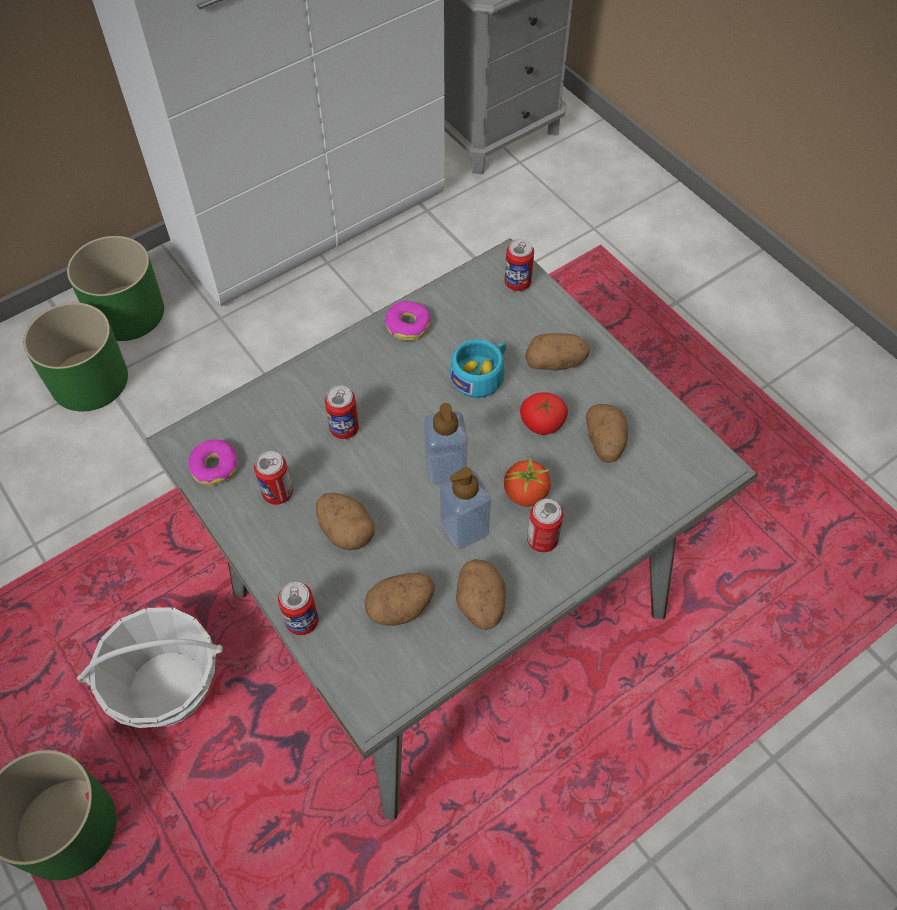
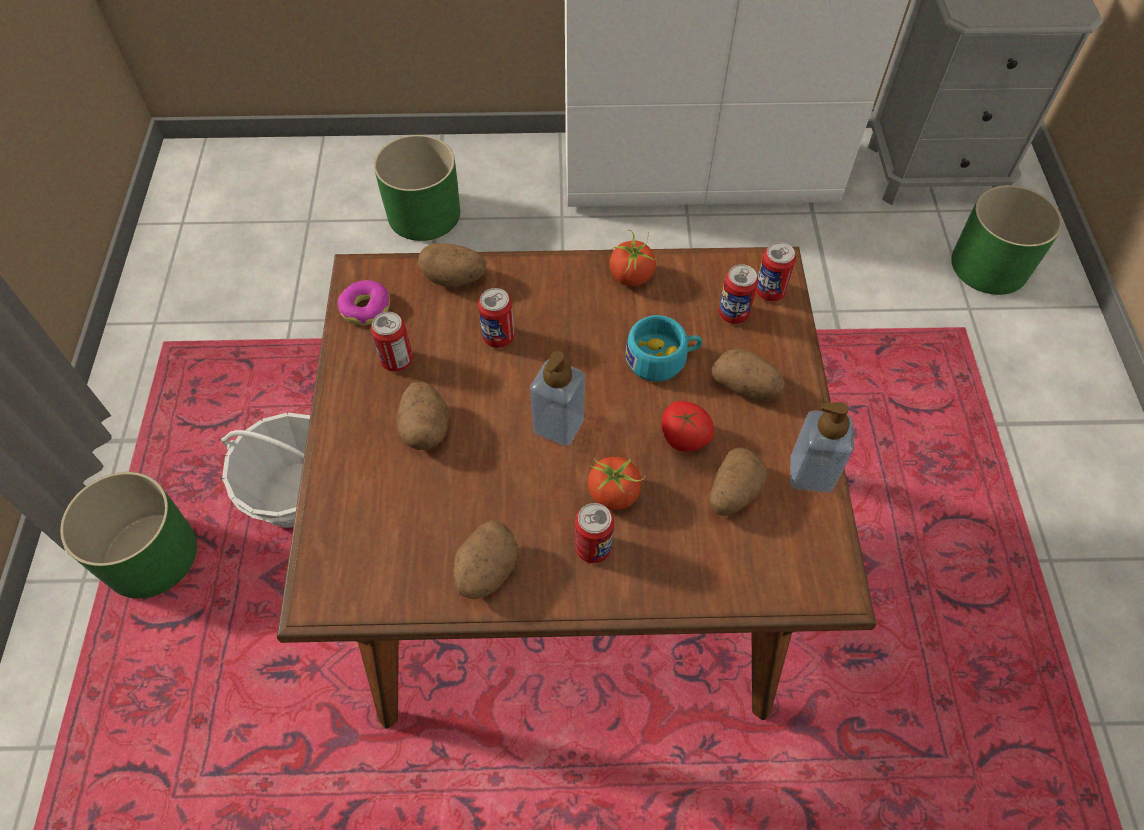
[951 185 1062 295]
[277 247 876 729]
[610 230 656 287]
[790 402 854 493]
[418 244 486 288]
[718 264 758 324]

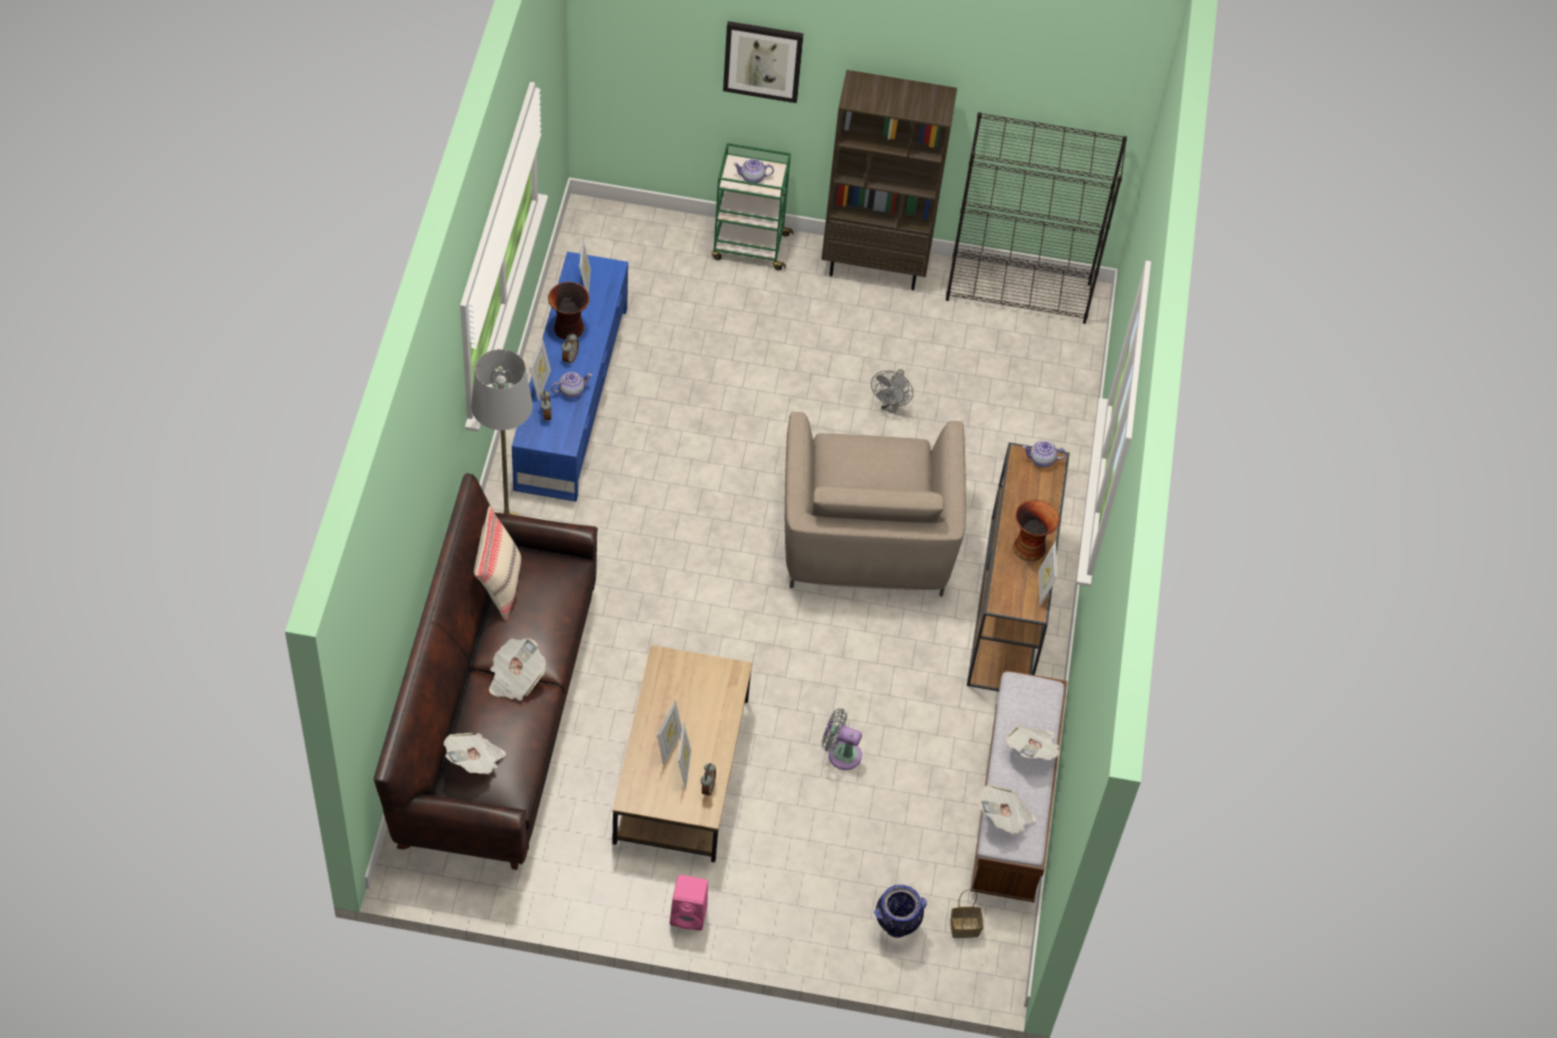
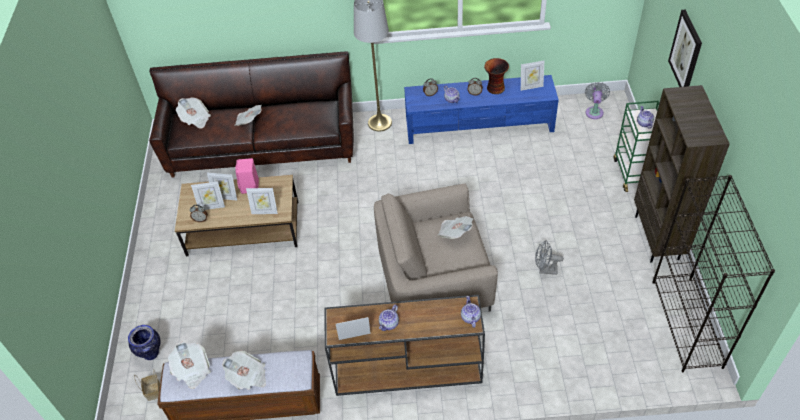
[246 188 278 214]
[379 304 399 331]
[474 506 521 621] (first image)
[585 82 610 119]
[236 158 259 194]
[438 216 473 239]

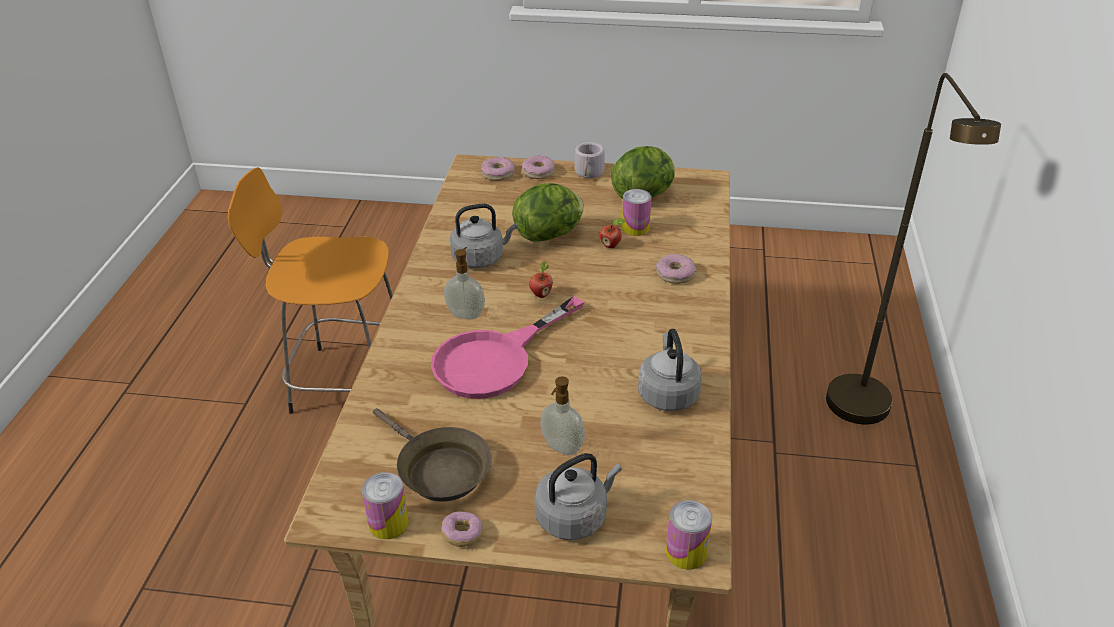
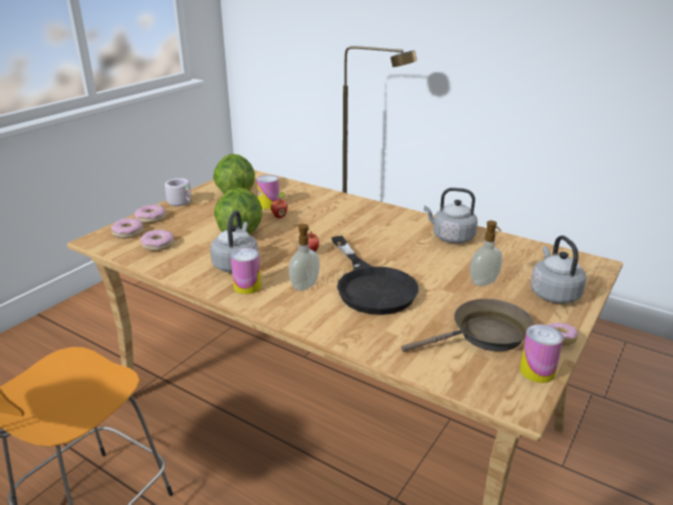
[141 229 174 251]
[331 236 419 315]
[231 248 261 294]

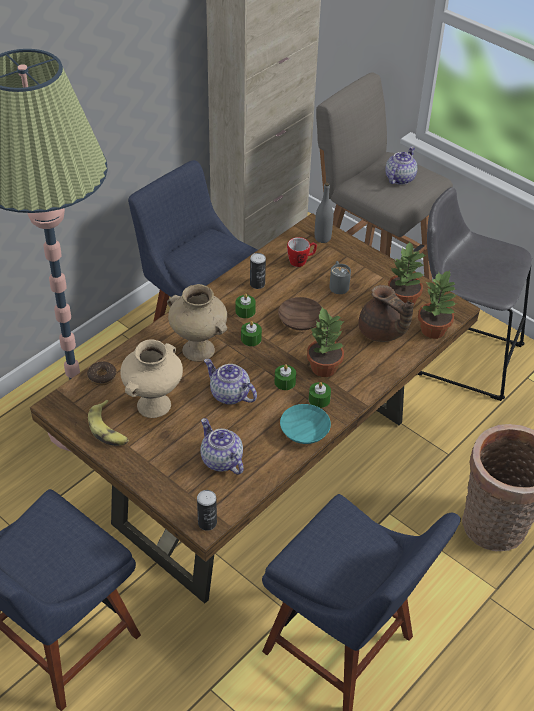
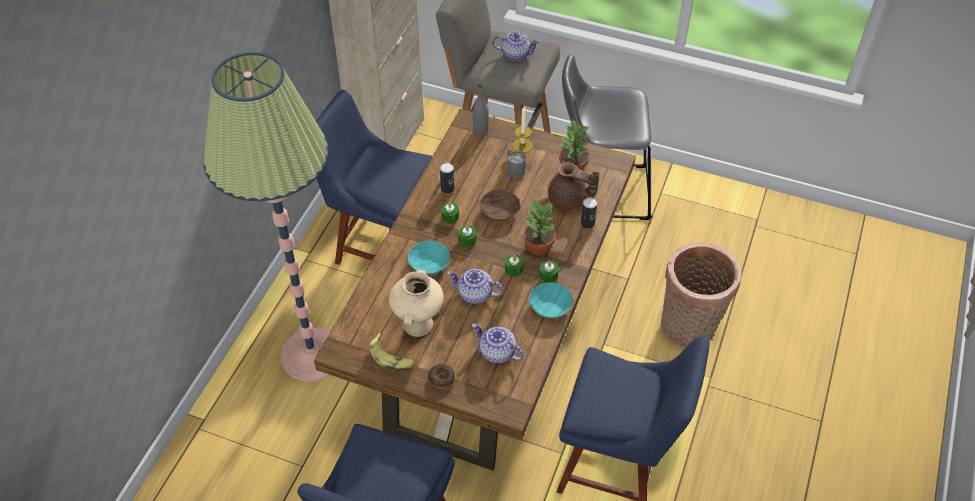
[492 31 540 61]
[287 237 317 267] (first image)
[418 270 458 339] (first image)
[408 241 450 275]
[428 364 455 389]
[581 197 597 229]
[513 106 533 153]

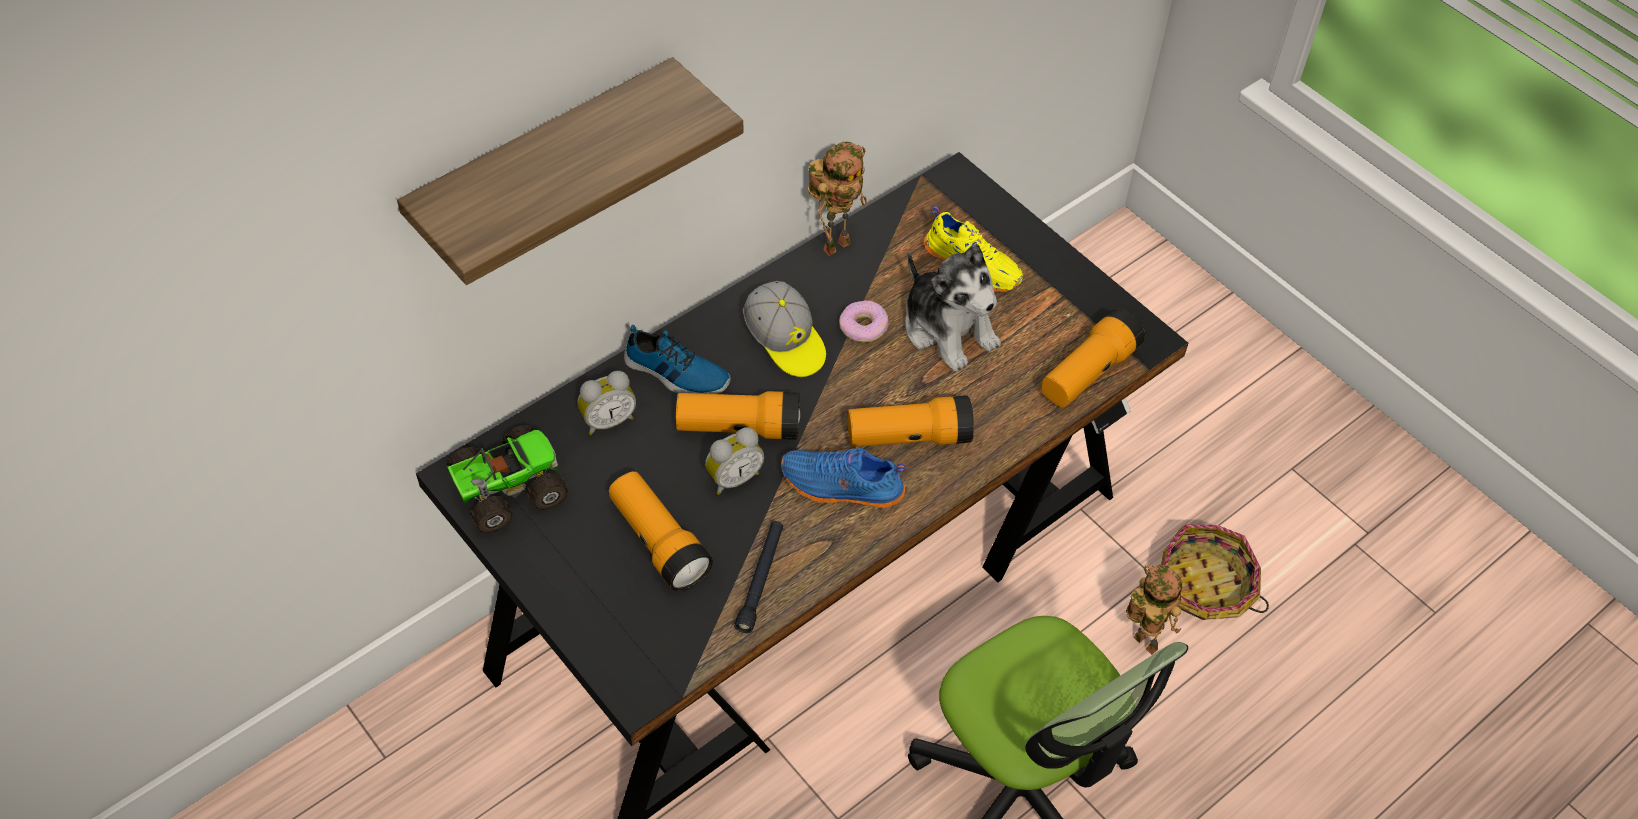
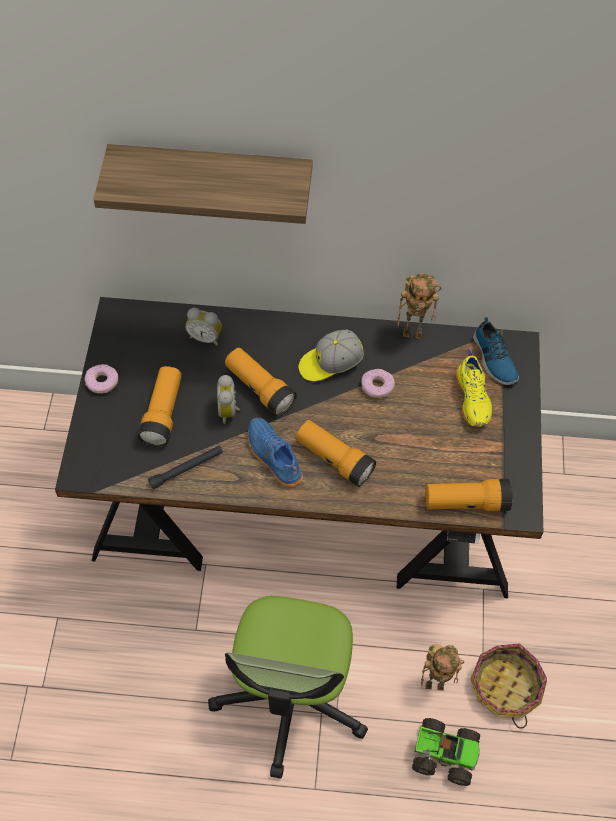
[905 243 1001 371] (first image)
[299 330 364 382]
[473 317 519 385]
[412 718 480 786]
[217 375 240 424]
[421 644 464 691]
[85 364 118 394]

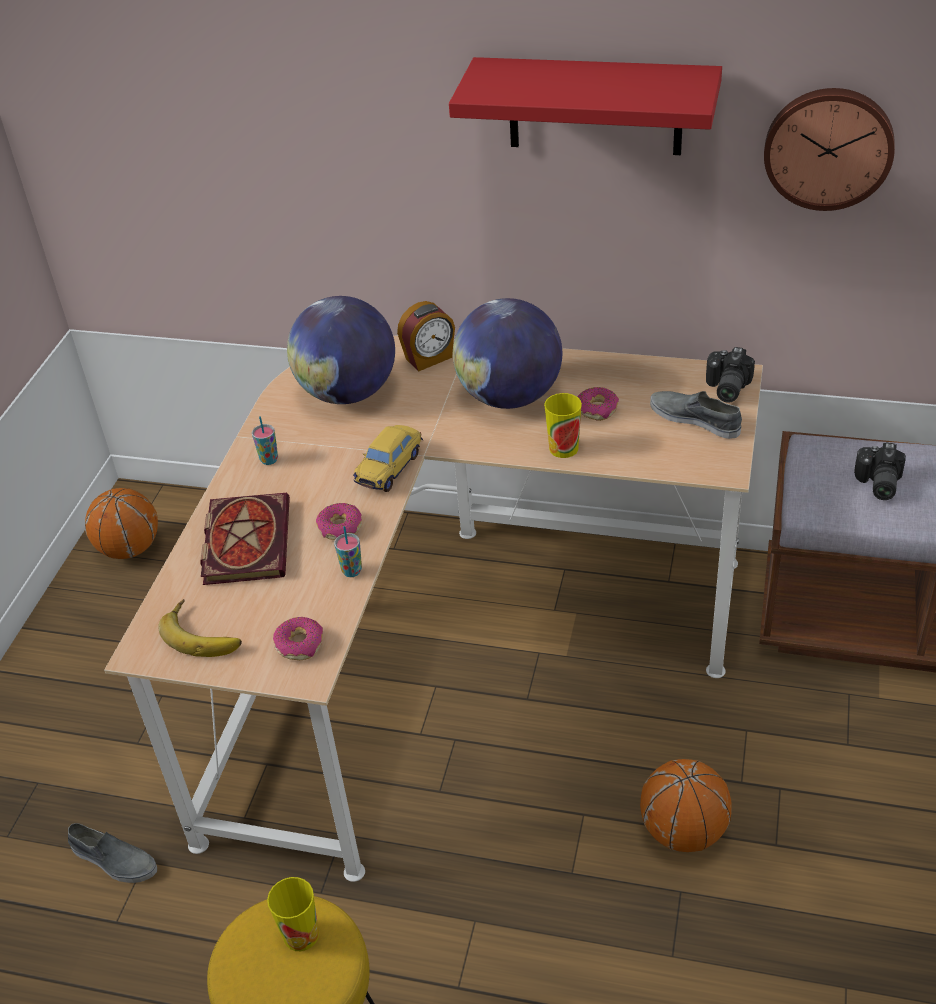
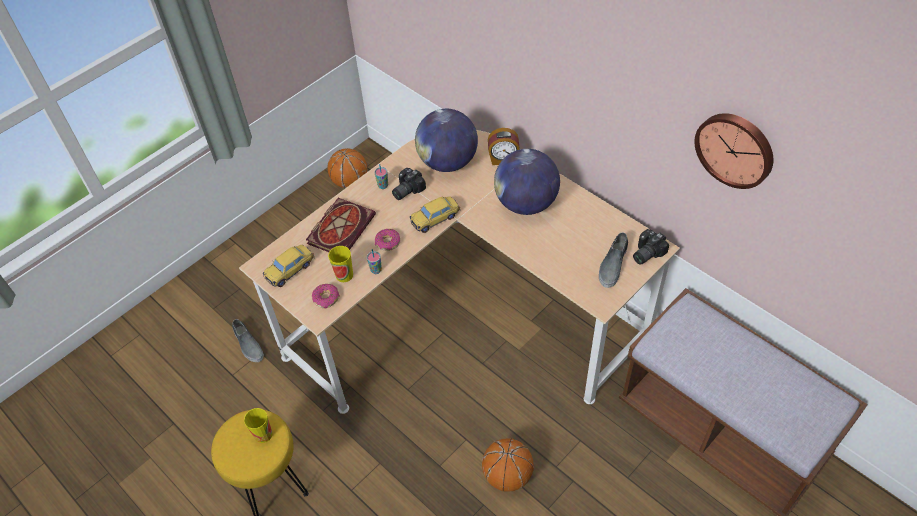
[449 57 722 155] (first image)
[578 387 619 421] (first image)
[599 232 628 288]
[328 246 353 282]
[392 168 426 200]
[263 245 315 287]

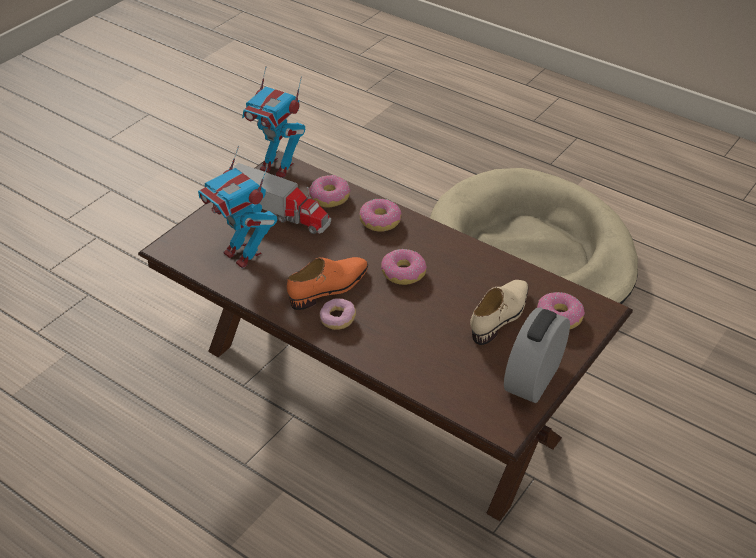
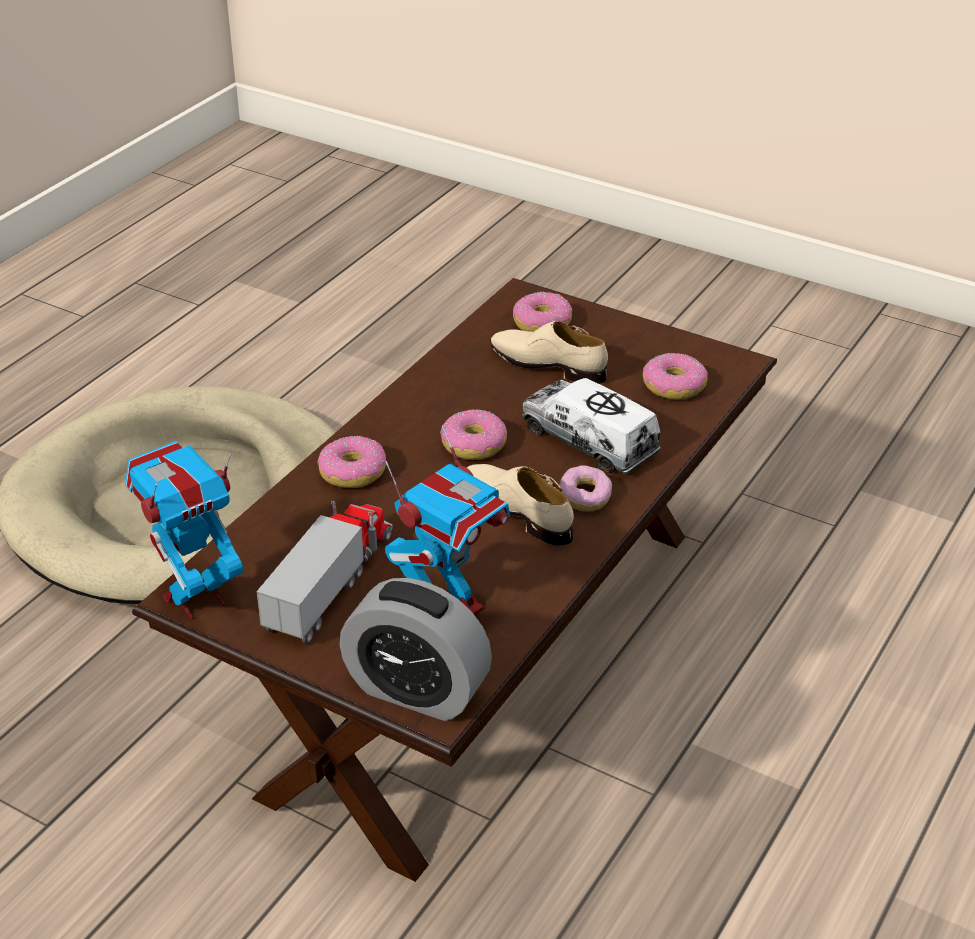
[125 441 243 620]
[643 353 708 400]
[467 464 574 546]
[340 578 492 721]
[522 378 661 474]

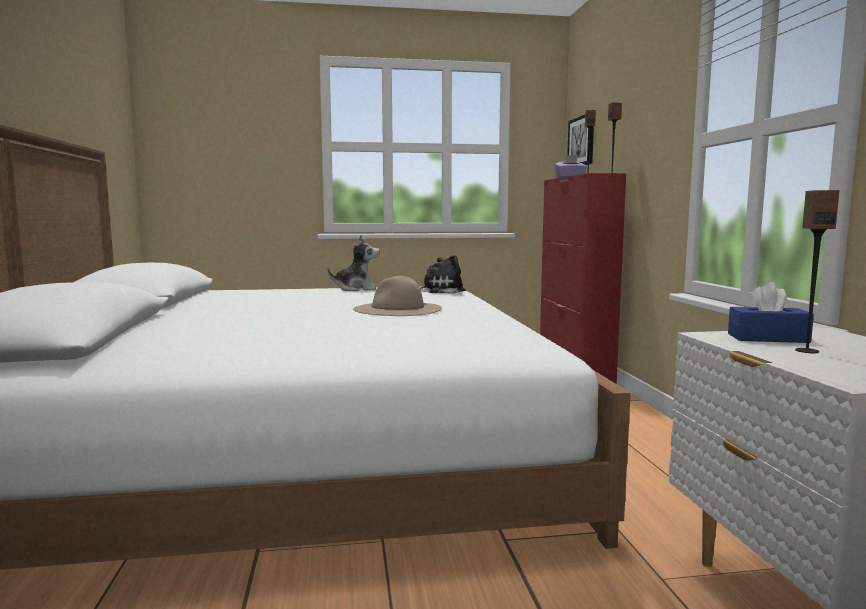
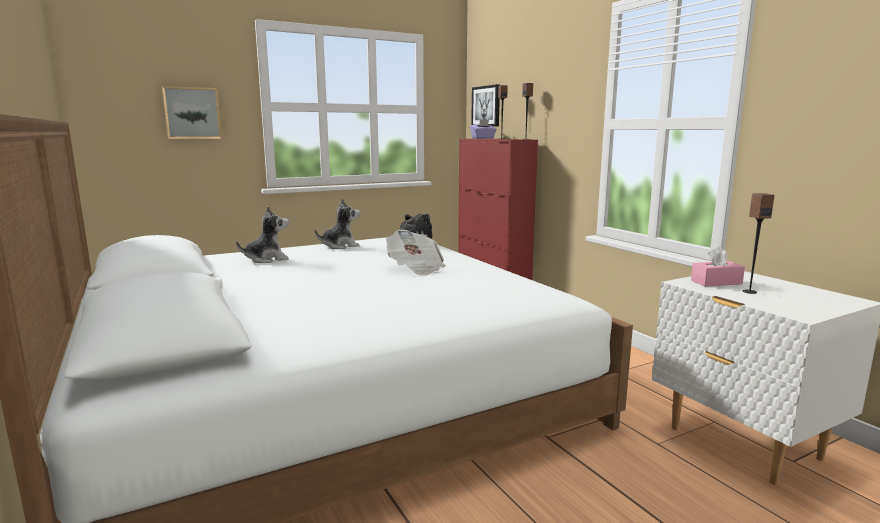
[386 230 446 276]
[691 247 745 286]
[162 86 222 139]
[236 206 289 263]

